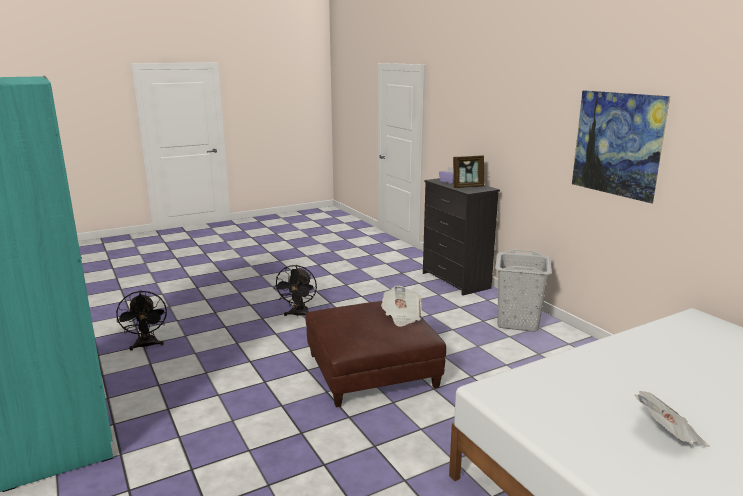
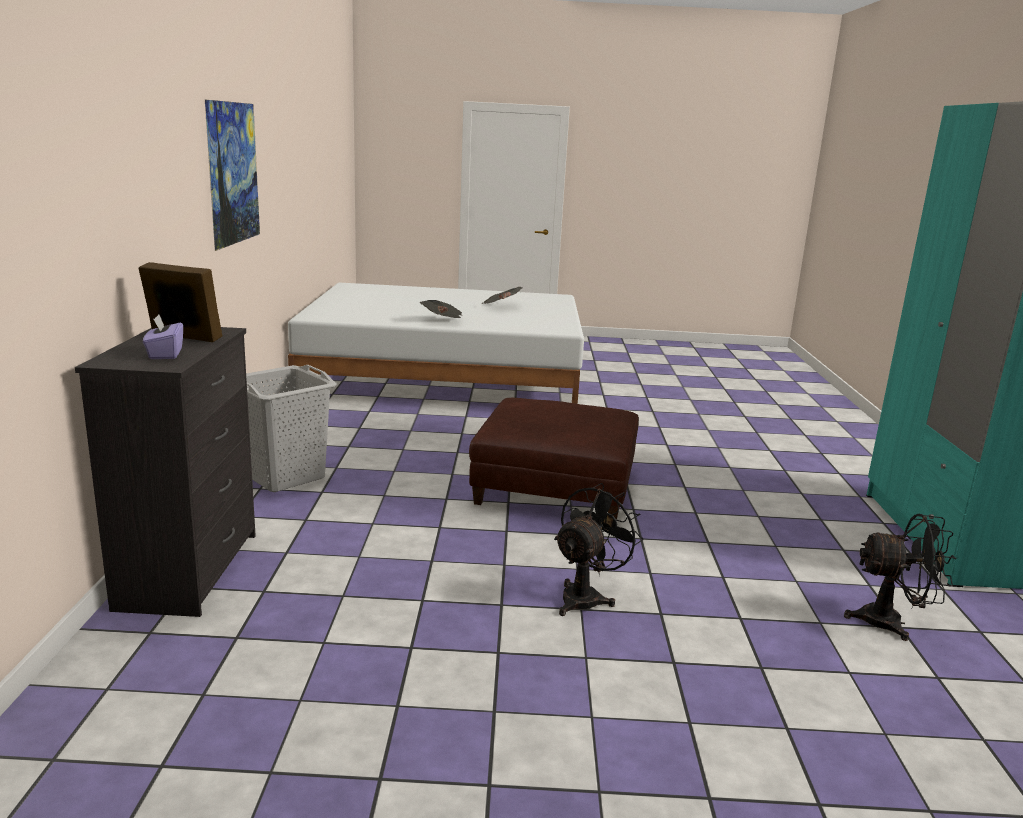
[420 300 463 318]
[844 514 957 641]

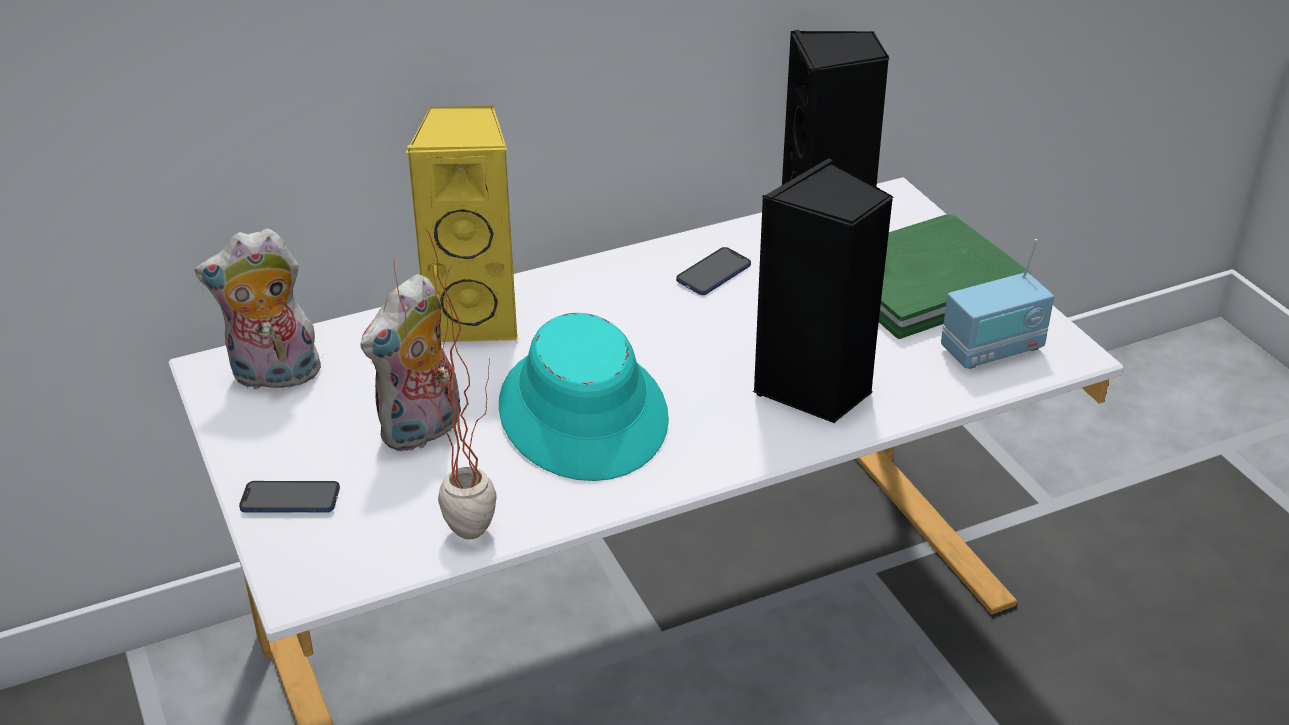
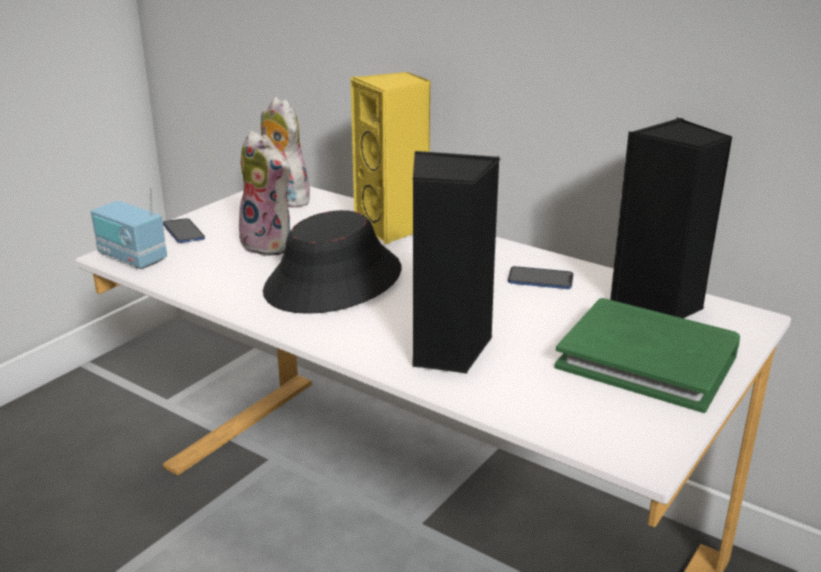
[394 228 497 540] (first image)
[91 186 167 269]
[235 131 292 256]
[263 210 401 314]

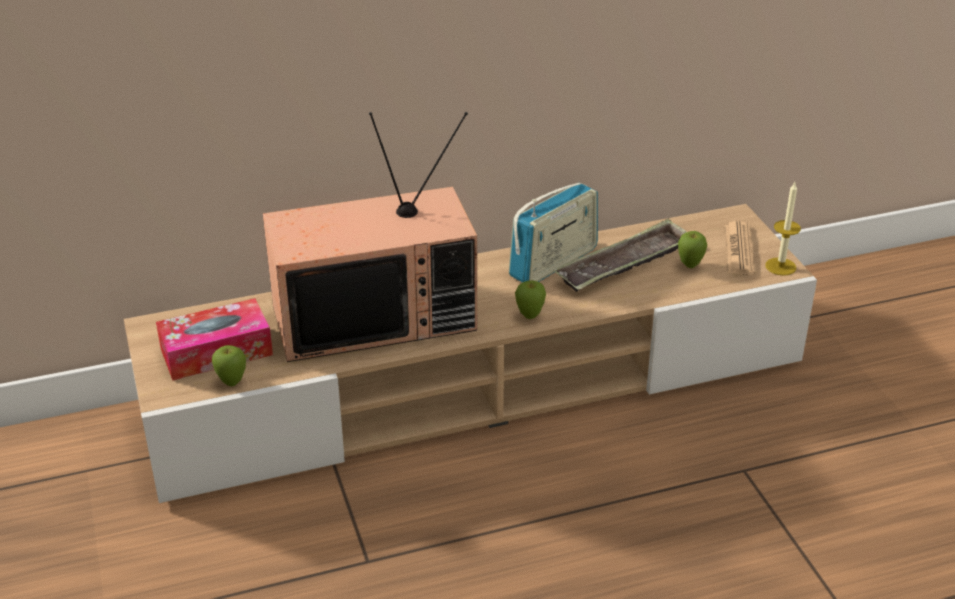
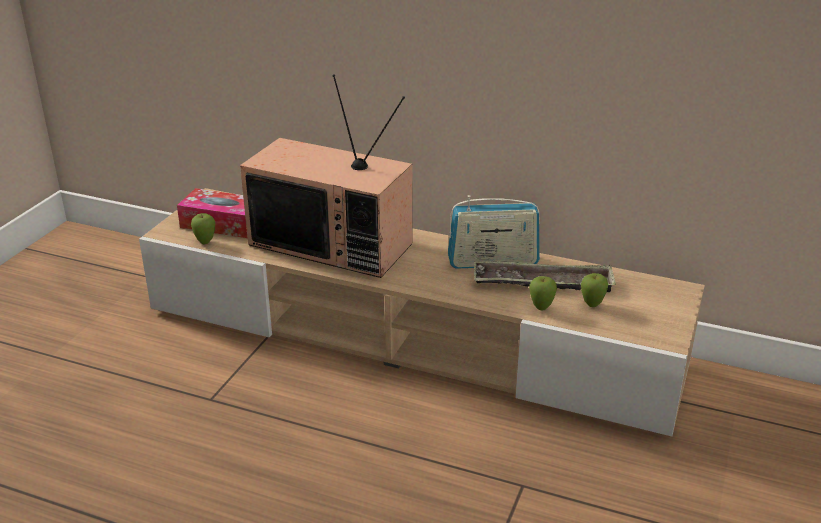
[765 182 801 276] (first image)
[724 221 755 275] (first image)
[529 276 557 310]

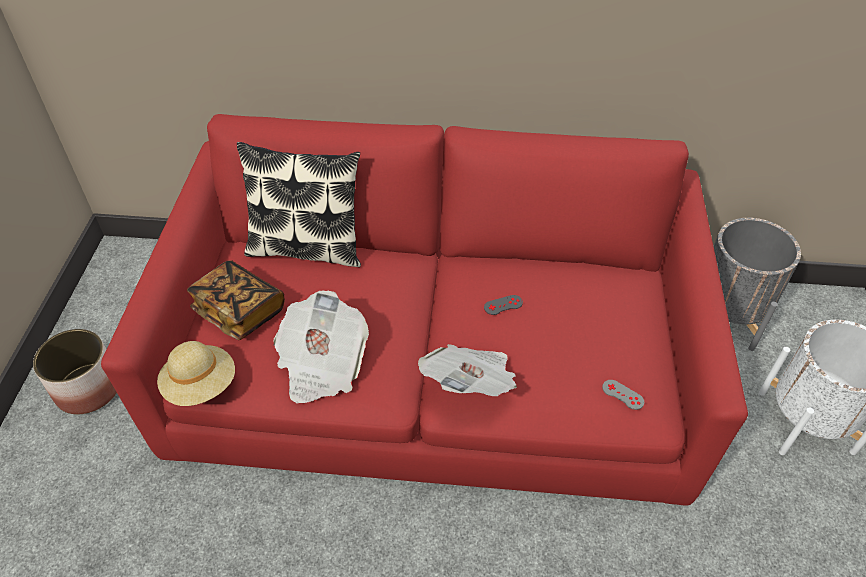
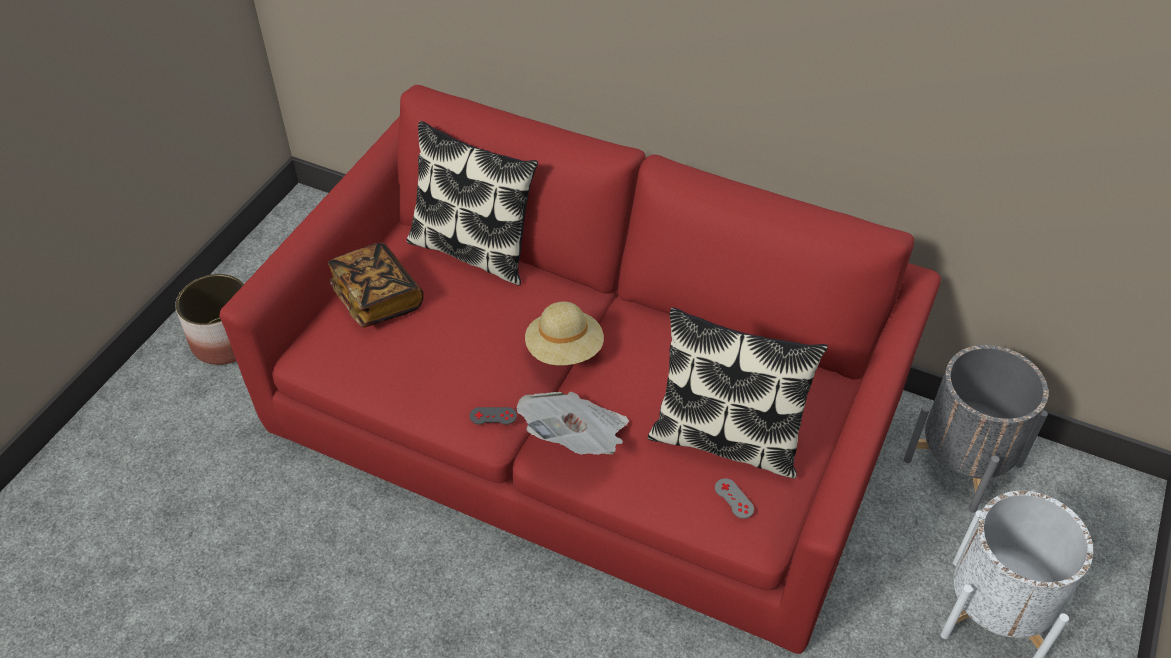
[273 291 369 403] (first image)
[469 407 517 425]
[525 302 604 366]
[648 307 828 479]

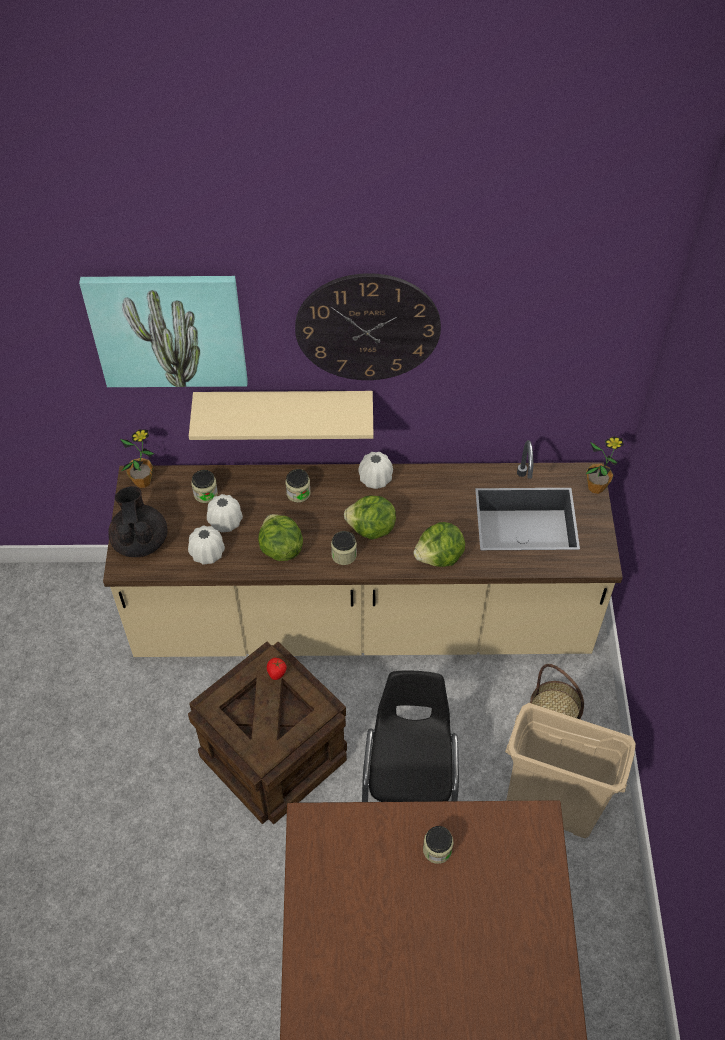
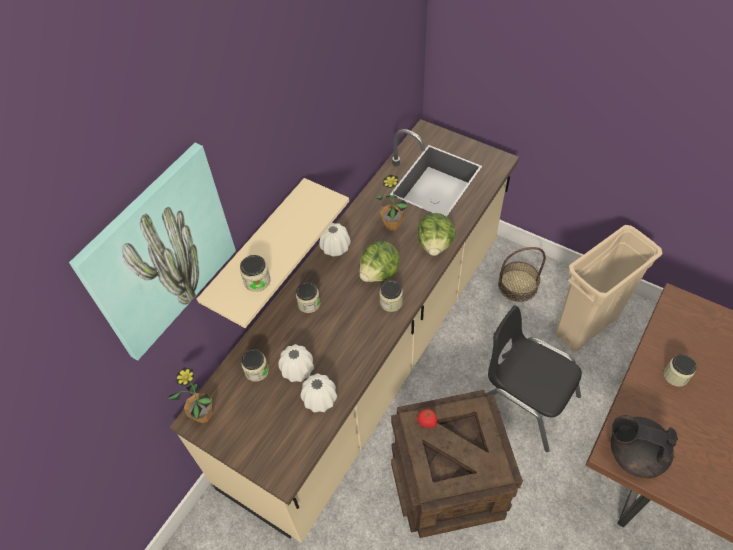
[295 273 441 380] (first image)
[374 175 408 231]
[611 415 678 478]
[258 514 303 561] (first image)
[240 255 271 292]

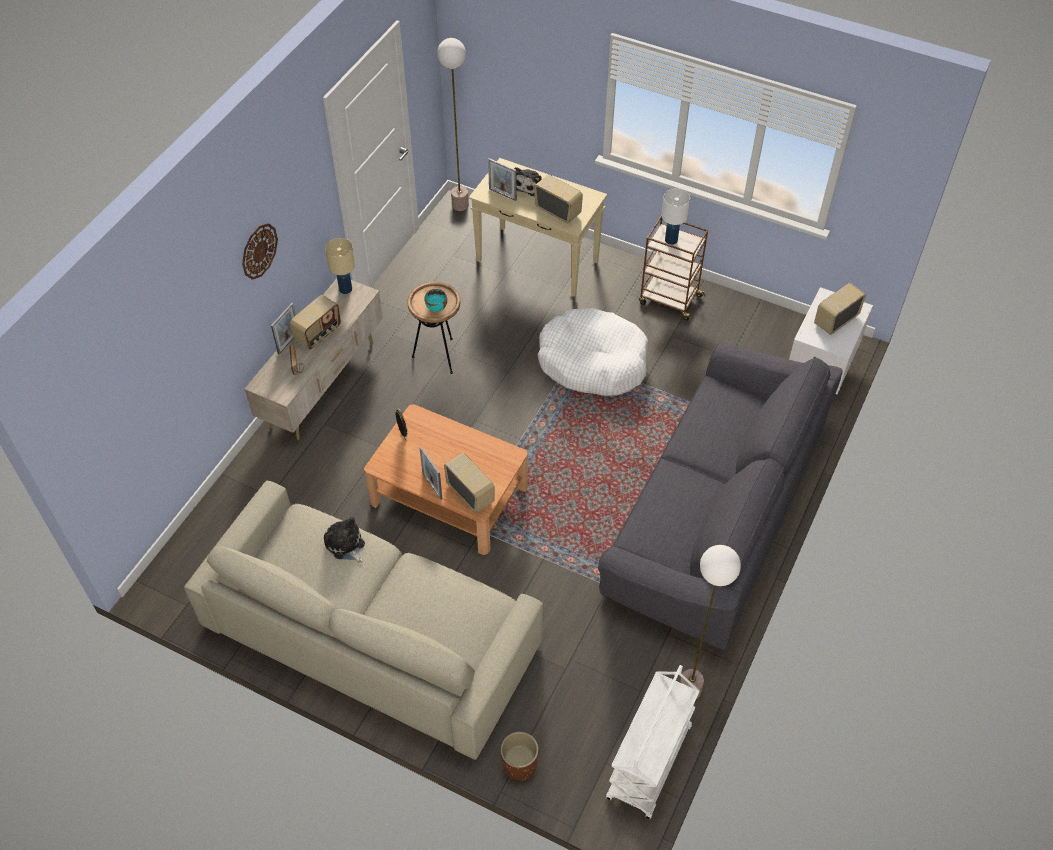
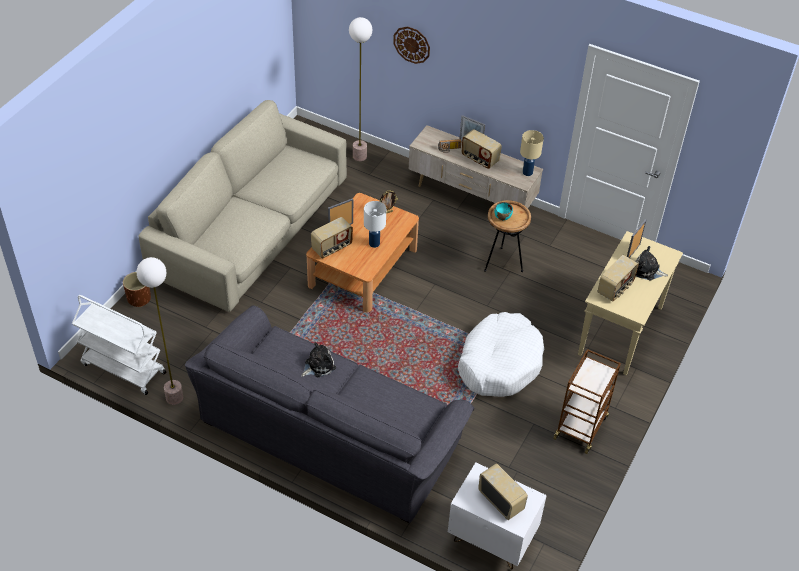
[349 17 372 161]
[364 201 386 248]
[393 26 430 64]
[301 342 336 377]

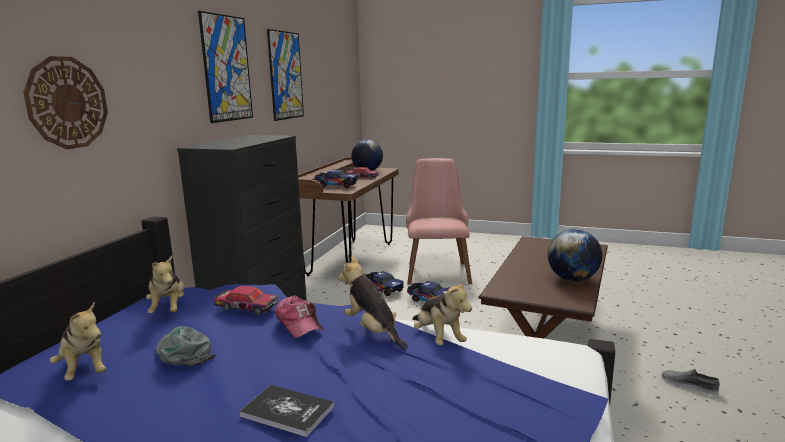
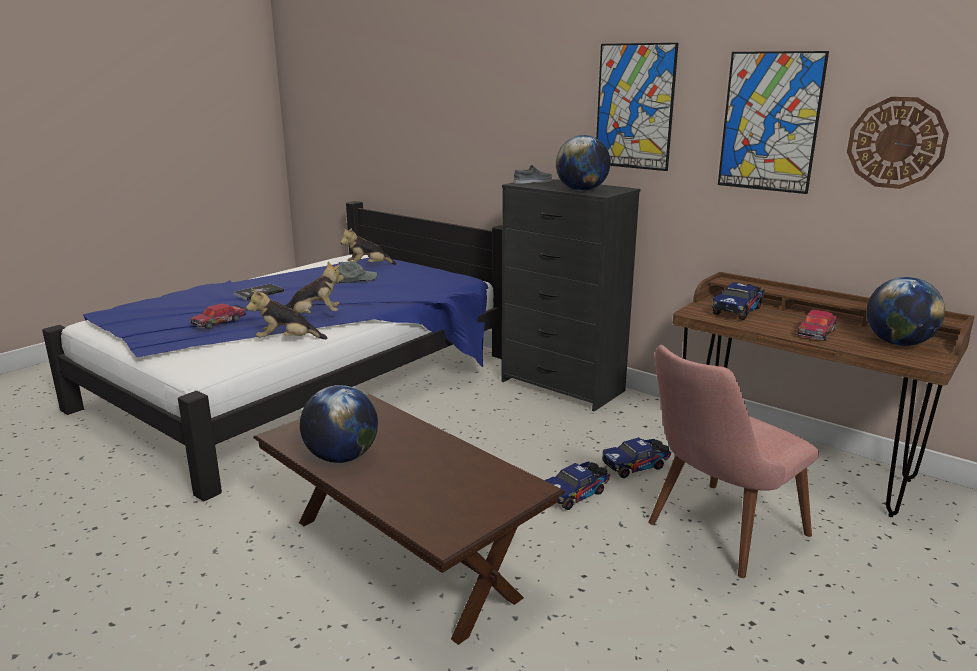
[847 97 949 189]
[648 345 819 578]
[146 256 185 313] (first image)
[190 304 246 329]
[275 295 324 338] (first image)
[514 165 553 184]
[556 135 611 191]

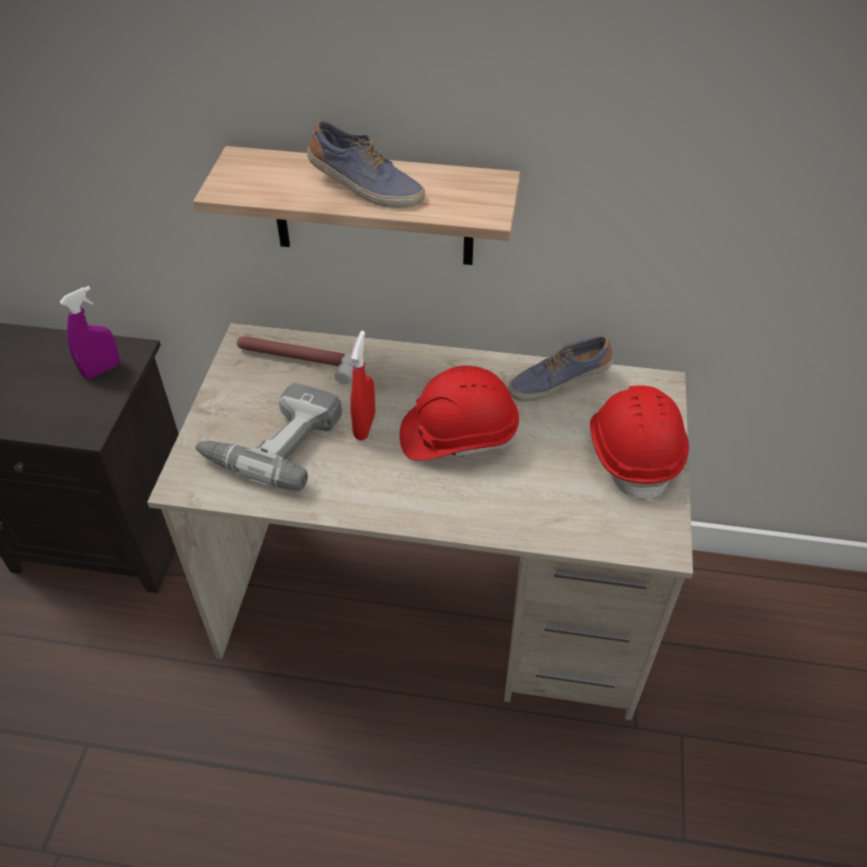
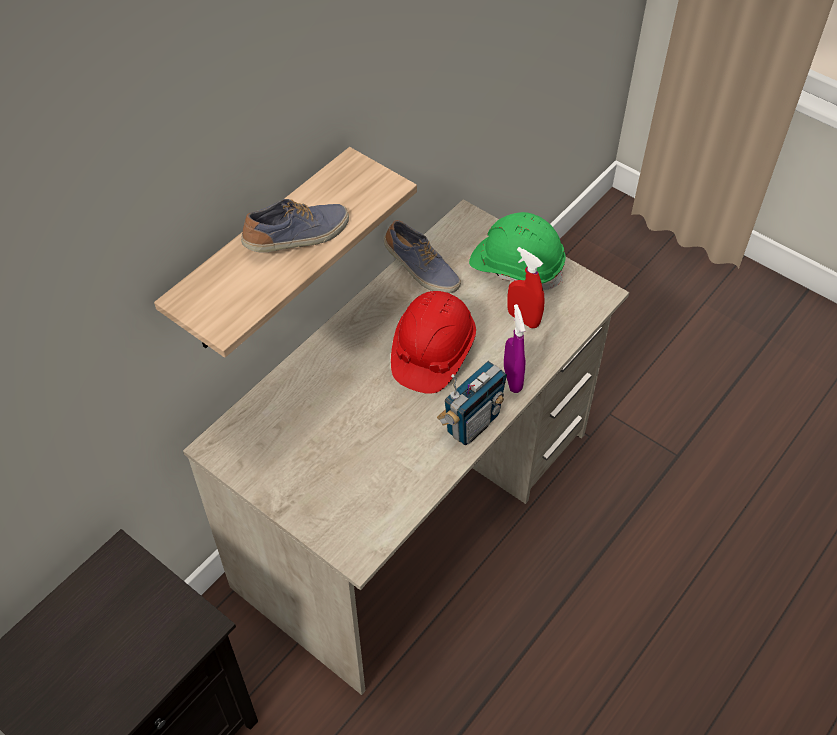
[504 304 526 393]
[507 247 545 328]
[384 220 461 293]
[236 336 356 384] (first image)
[195 383 342 491] (first image)
[469 212 566 290]
[437 361 507 445]

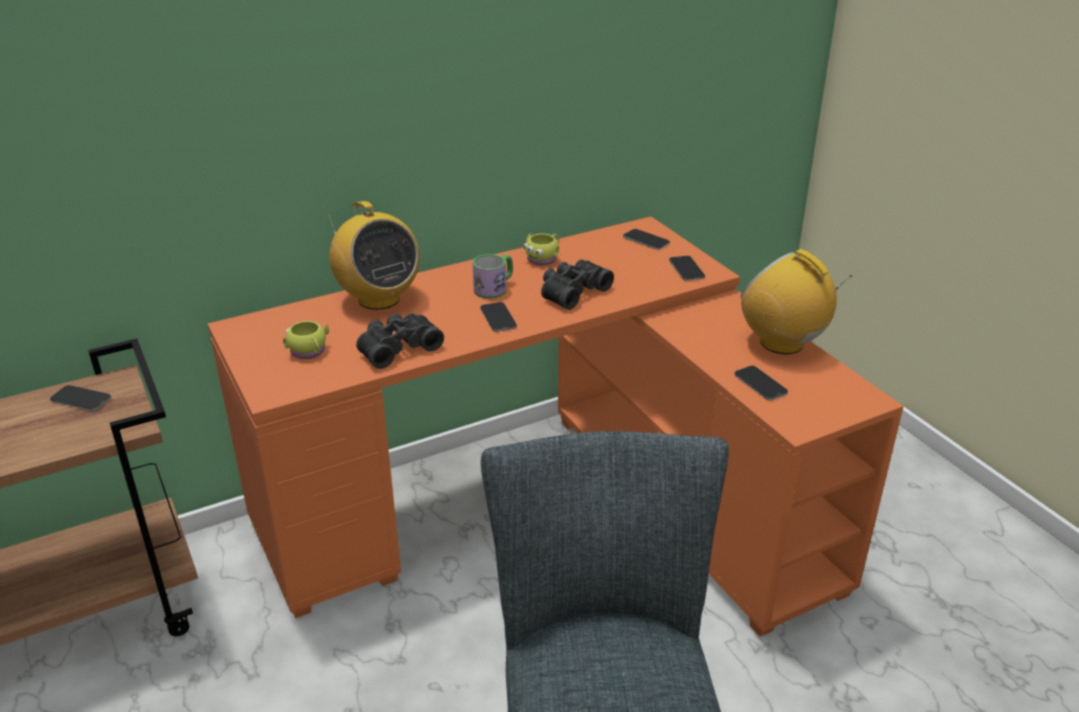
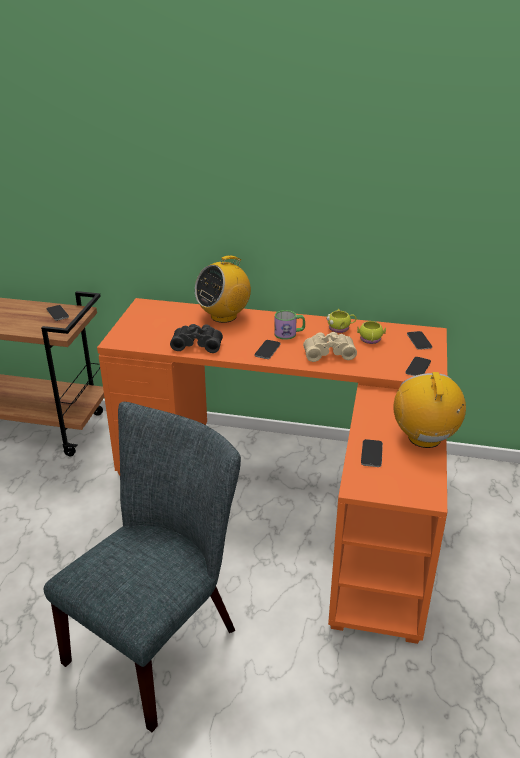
[195 256 251 323]
[303 332 357 362]
[357 321 386 344]

